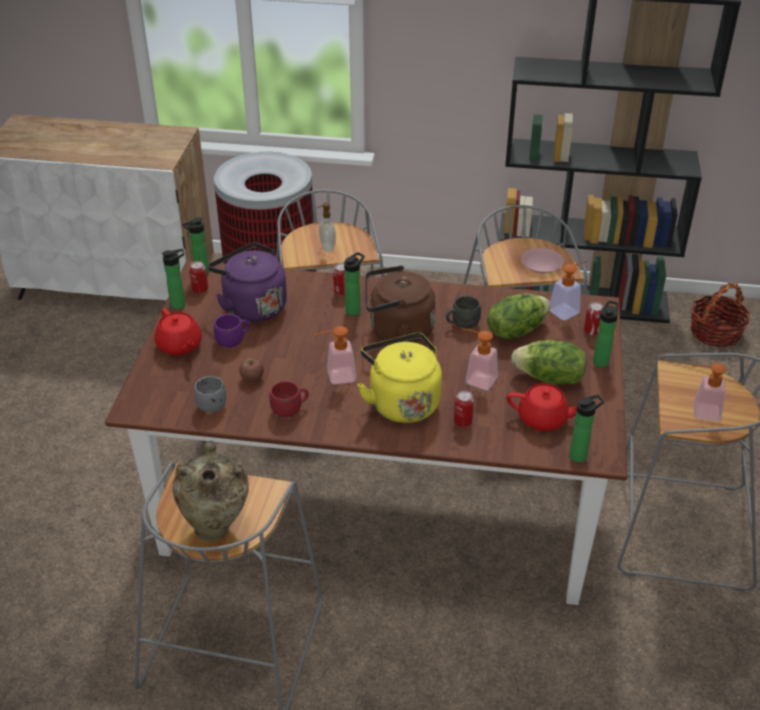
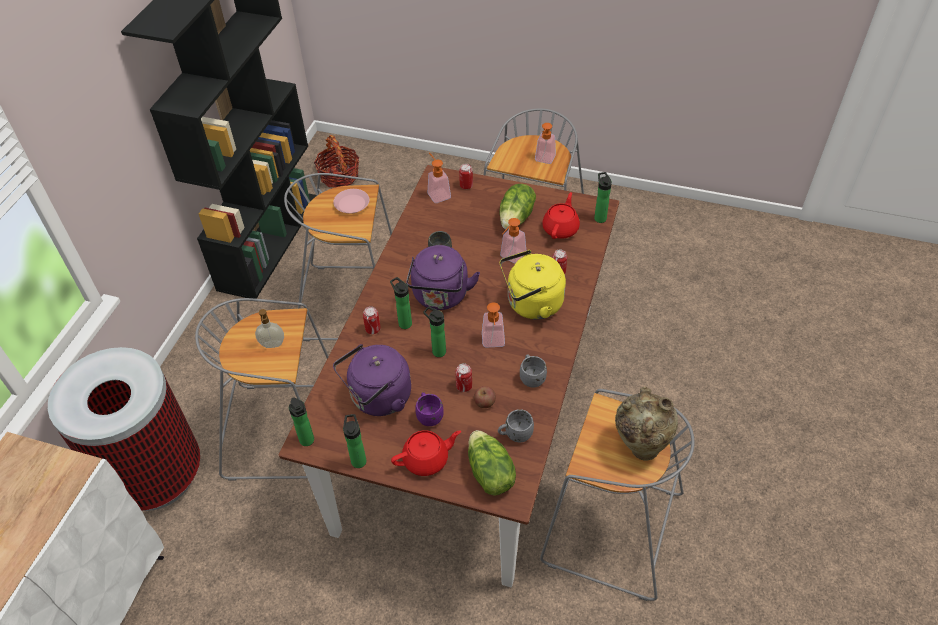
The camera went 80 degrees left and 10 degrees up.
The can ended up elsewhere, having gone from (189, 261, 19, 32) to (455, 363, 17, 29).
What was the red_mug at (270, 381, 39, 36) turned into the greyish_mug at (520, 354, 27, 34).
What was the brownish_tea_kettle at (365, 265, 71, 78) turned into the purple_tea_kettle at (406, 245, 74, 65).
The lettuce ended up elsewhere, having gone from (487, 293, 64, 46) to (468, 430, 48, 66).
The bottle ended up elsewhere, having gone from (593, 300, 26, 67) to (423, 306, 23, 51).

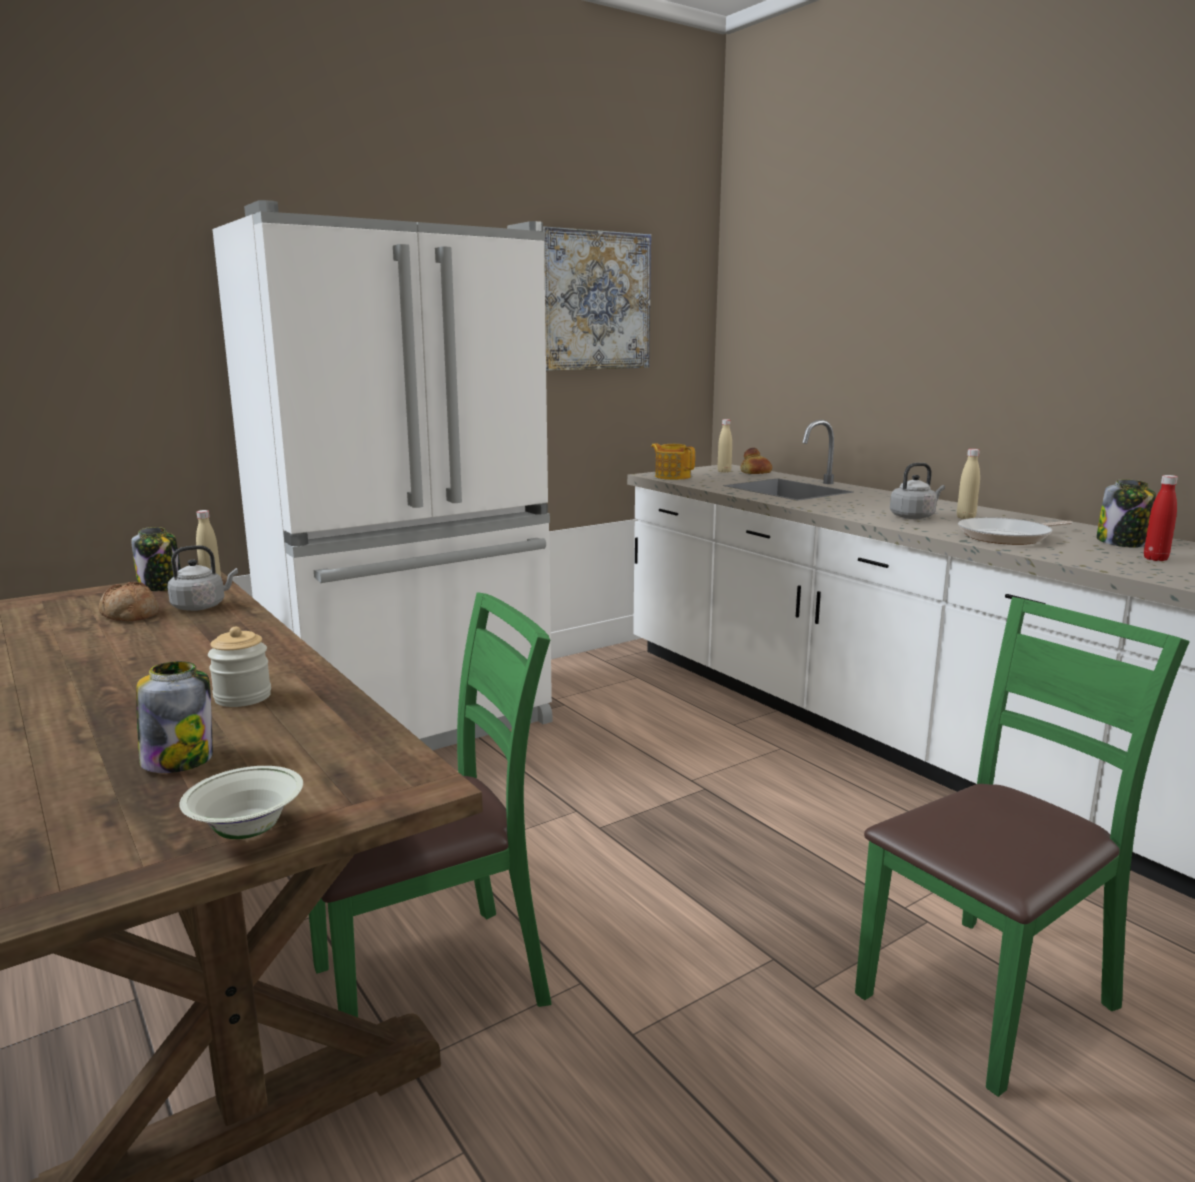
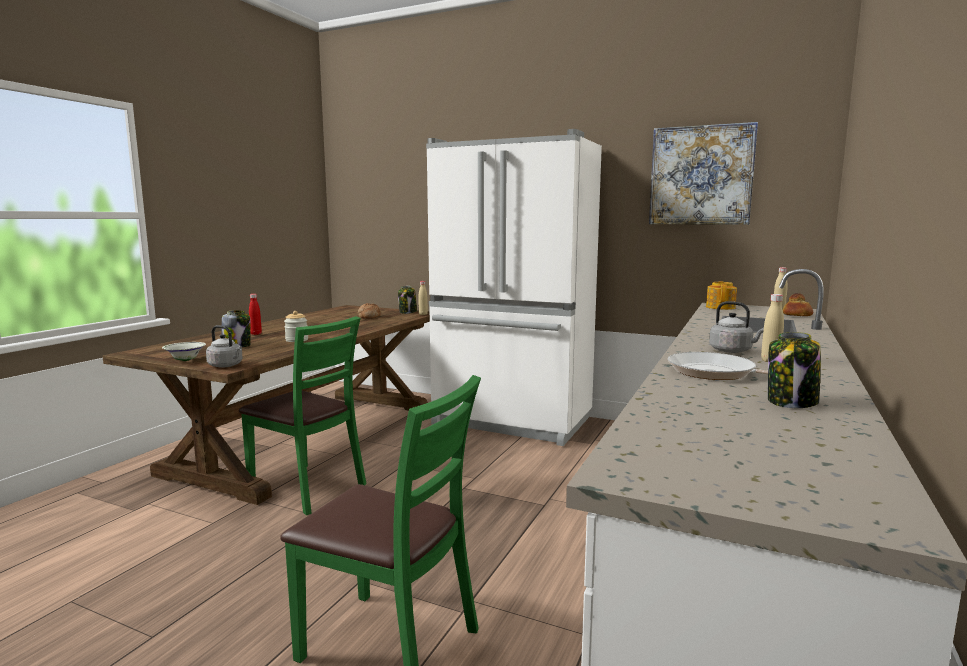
The camera went 60 degrees right and 5 degrees down.
The greyish_tea_kettle ended up elsewhere, having gone from (167, 545, 71, 66) to (206, 325, 37, 43).
The red_bottle ended up elsewhere, having gone from (1144, 475, 34, 86) to (249, 294, 13, 41).

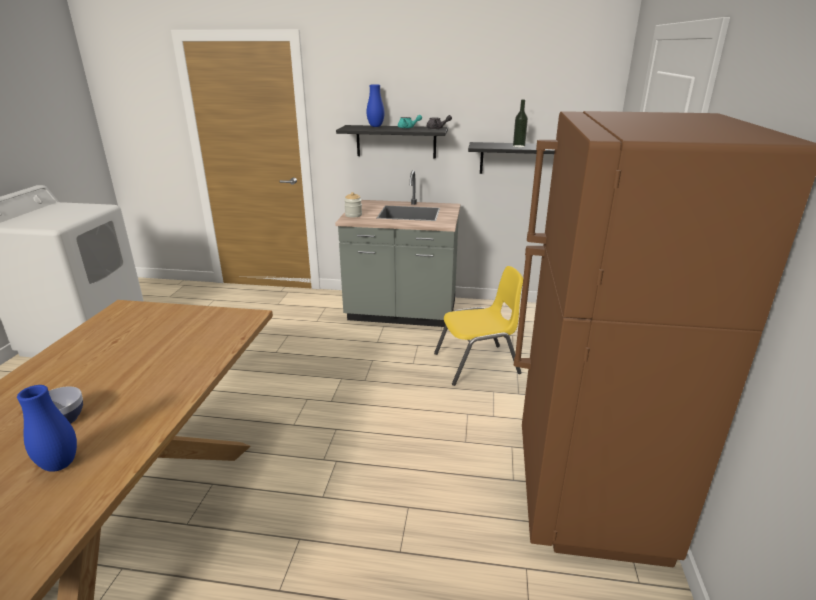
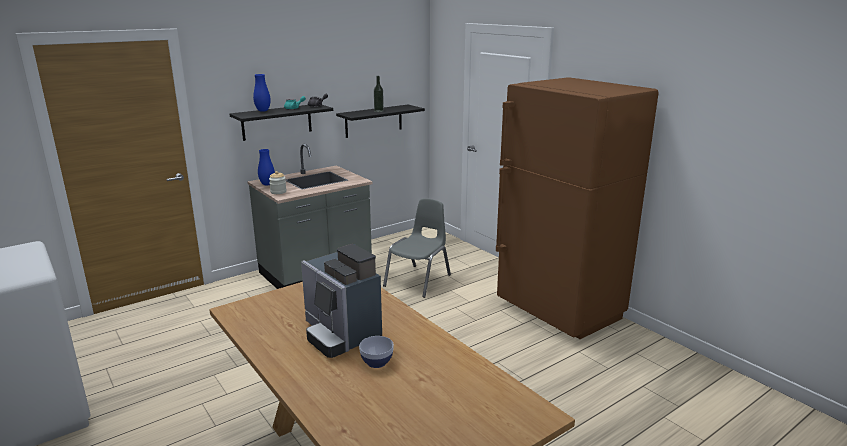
The camera went 45 degrees left and 5 degrees down.
The bluish_decorative_vase ended up elsewhere, having gone from (17, 385, 60, 87) to (258, 149, 17, 37).
What was the yellow_plain_chair at (434, 266, 89, 120) turned into the greyish_plain_chair at (383, 198, 68, 100).
The second view gained the coffee_maker at (301, 244, 81, 114).

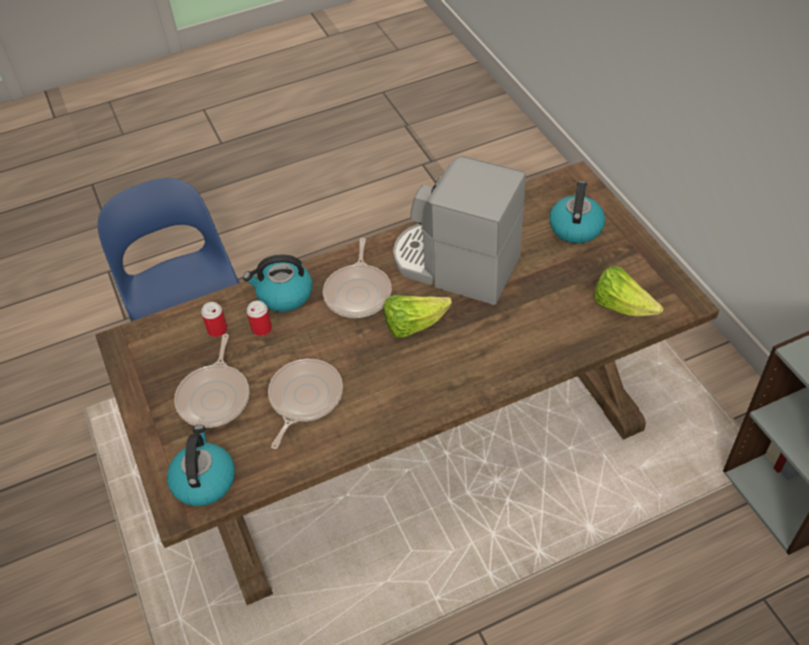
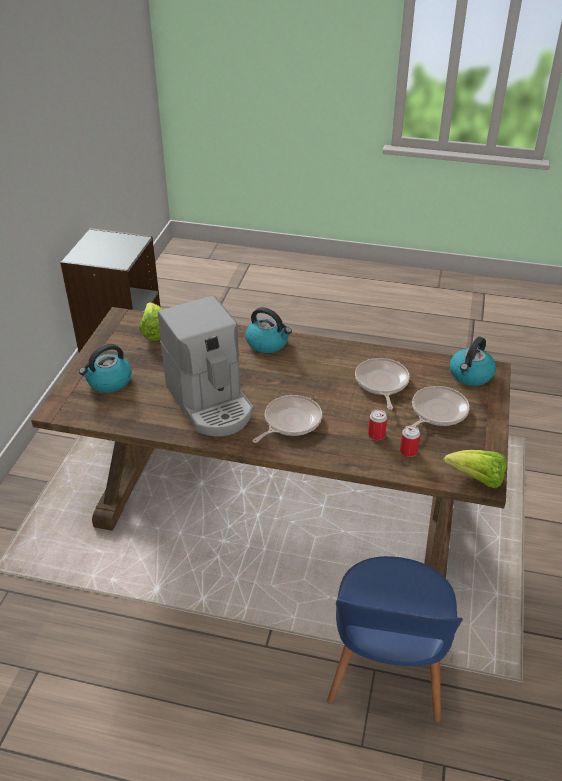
The camera went 145 degrees left and 10 degrees down.
The tea_kettle ended up elsewhere, having gone from (243, 254, 70, 58) to (246, 307, 46, 46).
The pan at (268, 359, 75, 90) ended up facing another way, 120 degrees clockwise from before.
The lettuce ended up elsewhere, having gone from (384, 295, 68, 43) to (444, 450, 63, 38).

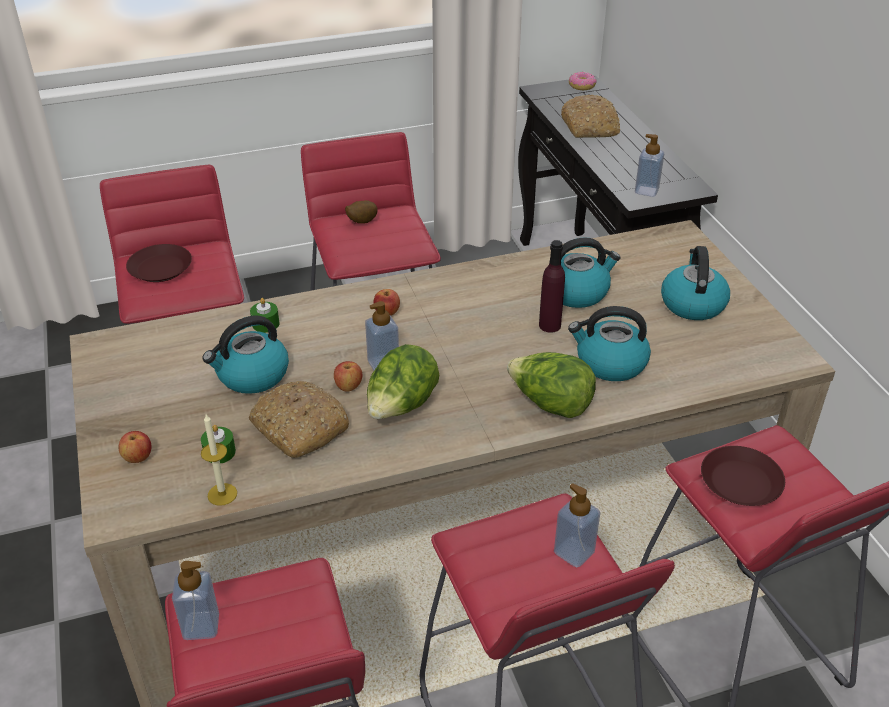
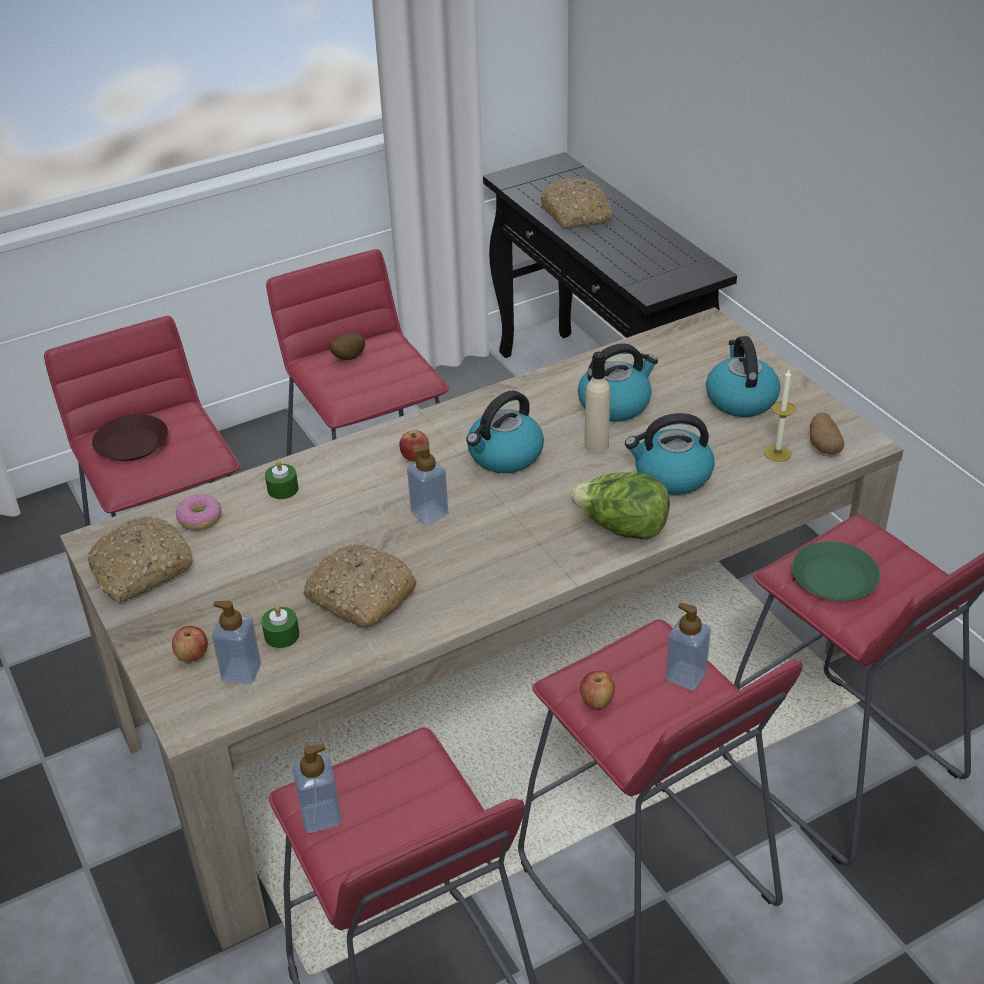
The camera went 10 degrees left and 0 degrees up.
The wax_candle ended up elsewhere, having gone from (201, 414, 36, 92) to (764, 370, 32, 92).
The tea_kettle ended up elsewhere, having gone from (203, 315, 86, 79) to (466, 391, 78, 82).
The apple ended up elsewhere, having gone from (334, 361, 29, 31) to (580, 671, 35, 38).
The second view lost the lettuce at (367, 344, 72, 75).
What was the purple_bottle at (539, 240, 26, 93) turned into the beige-coloured_bottle at (585, 352, 25, 101).
The ring_doughnut ended up elsewhere, having gone from (569, 72, 28, 18) to (176, 494, 46, 36).
The soap_dispenser ended up elsewhere, having gone from (635, 134, 29, 63) to (212, 600, 49, 84).
What was the brownish_plate at (701, 446, 84, 60) turned into the green_plate at (792, 541, 88, 59).
The second view gained the baked_bread at (87, 516, 106, 86).
The second view gained the whole_potato at (810, 413, 34, 41).

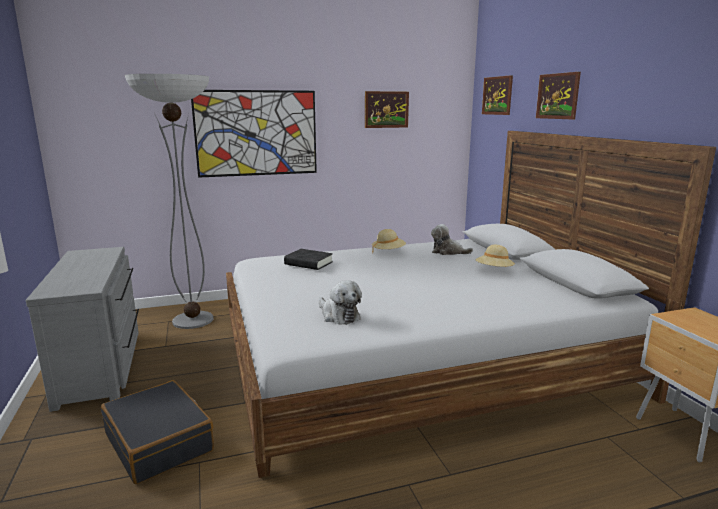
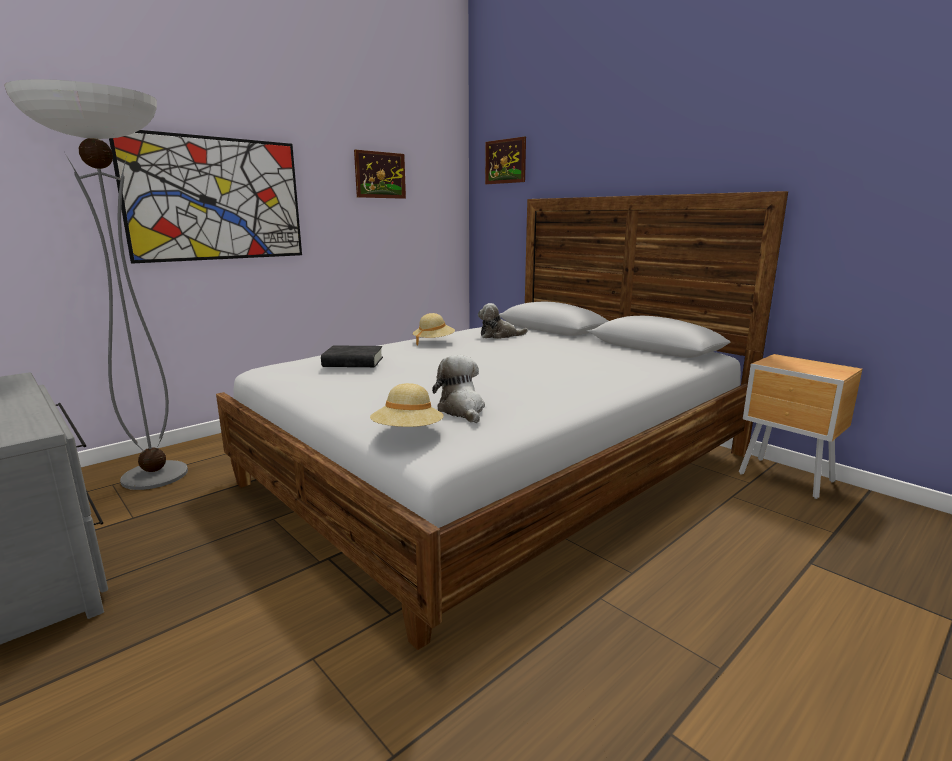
The camera went 25 degrees left and 0 degrees up.
The second view lost the blackish_travel_case at (101, 380, 113, 104).
The cuddly_toy at (319, 280, 43, 45) ended up facing another way, 135 degrees counterclockwise from before.
The beige-coloured_wearable_hat ended up elsewhere, having gone from (475, 245, 40, 22) to (370, 383, 74, 44).
The second view lost the picture at (536, 72, 45, 48).

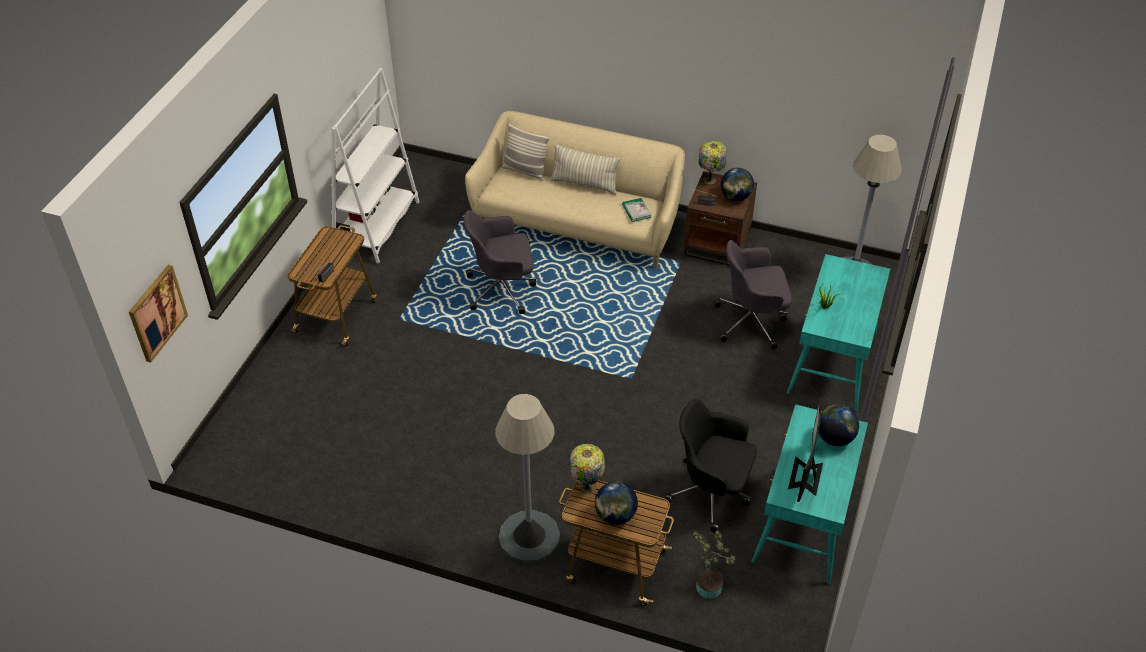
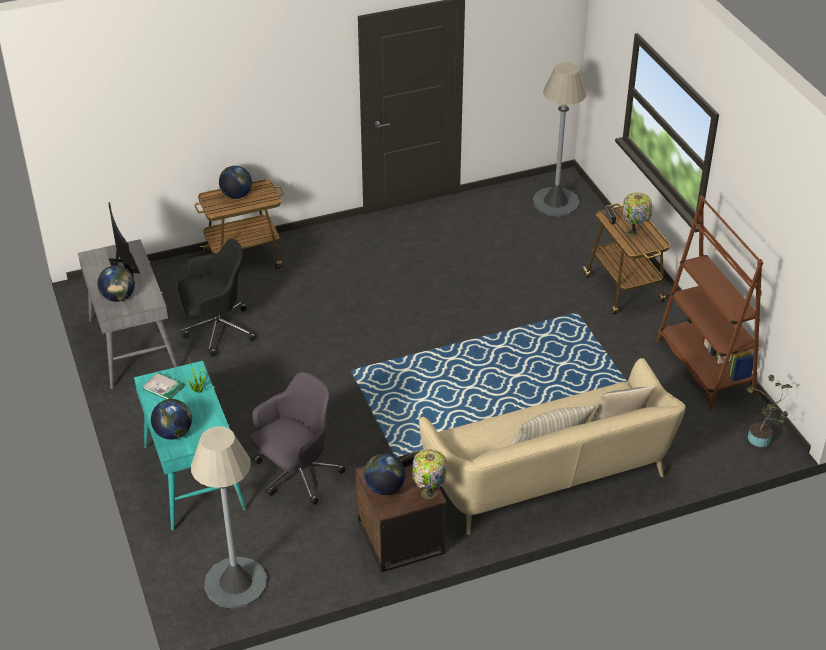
The camera went 140 degrees right and 5 degrees down.
The second view lost the picture at (129, 265, 59, 98).
What was the white-coloured_shelving_unit at (331, 68, 89, 195) turned into the brownish_shelving_unit at (656, 195, 107, 214).
The second view lost the greyish_desk_chair at (464, 210, 72, 104).
The greyish_standing_lamp ended up elsewhere, having gone from (496, 394, 64, 169) to (533, 62, 54, 154).
The lamp_for_a_table ended up elsewhere, having gone from (570, 444, 35, 51) to (622, 193, 30, 44).
The book ended up elsewhere, having gone from (622, 198, 29, 24) to (143, 372, 41, 27).
The plant_in_a_pot ended up elsewhere, having gone from (693, 530, 43, 69) to (747, 375, 46, 72).
What was the turquoise-coloured_desk_unit at (752, 404, 116, 181) turned into the greyish_desk_unit at (78, 239, 100, 150).
The second view gained the world_globe at (151, 399, 41, 41).

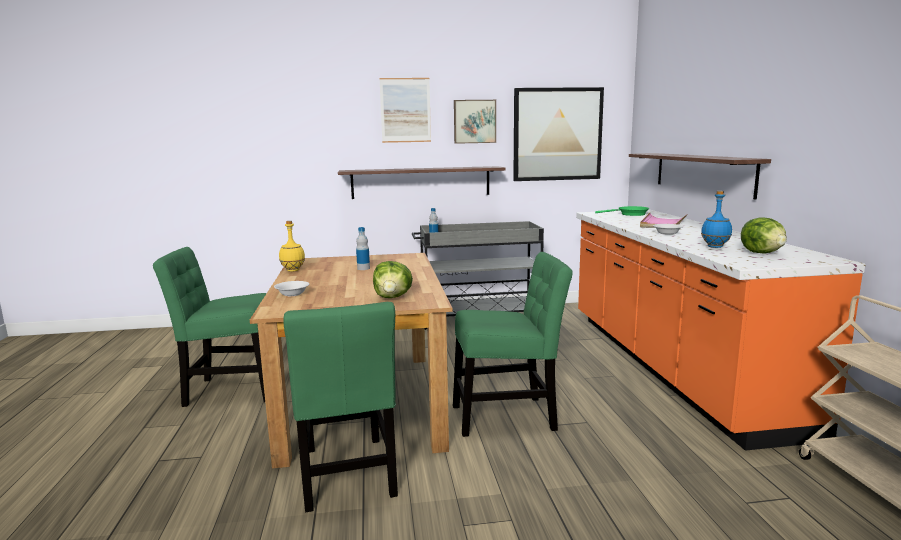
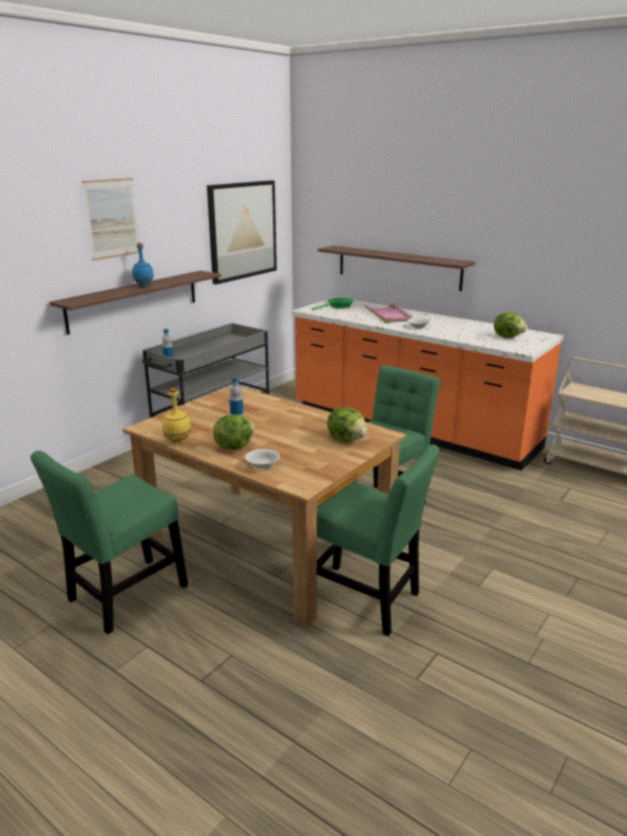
The camera went 45 degrees left and 10 degrees up.
The second view lost the picture at (454, 100, 42, 44).
The bluish_bottle ended up elsewhere, having gone from (701, 191, 31, 57) to (132, 243, 22, 43).
The second view gained the lettuce at (213, 414, 42, 36).

